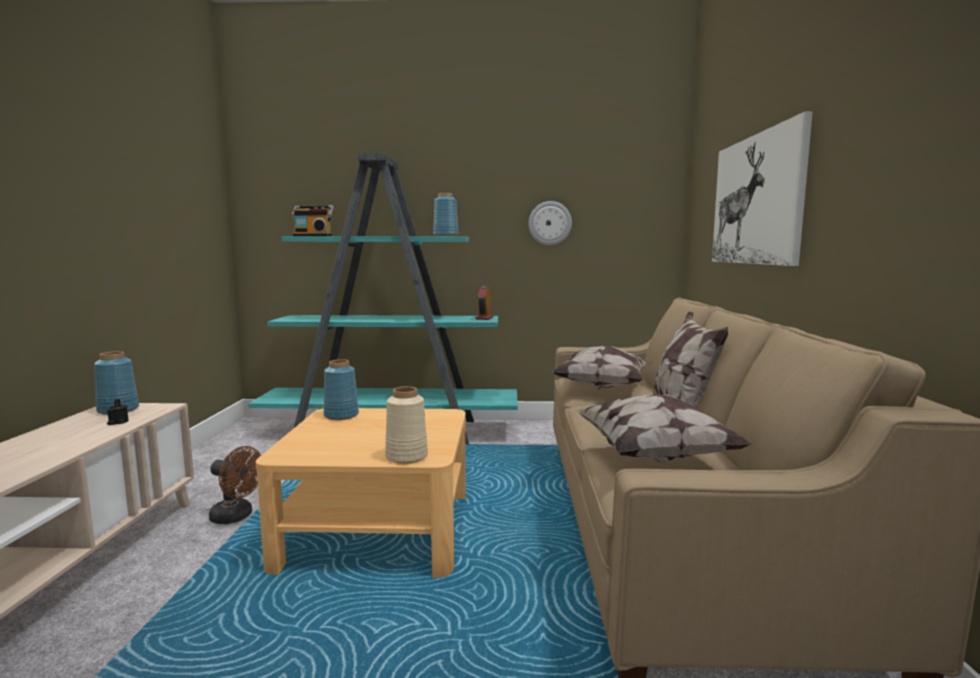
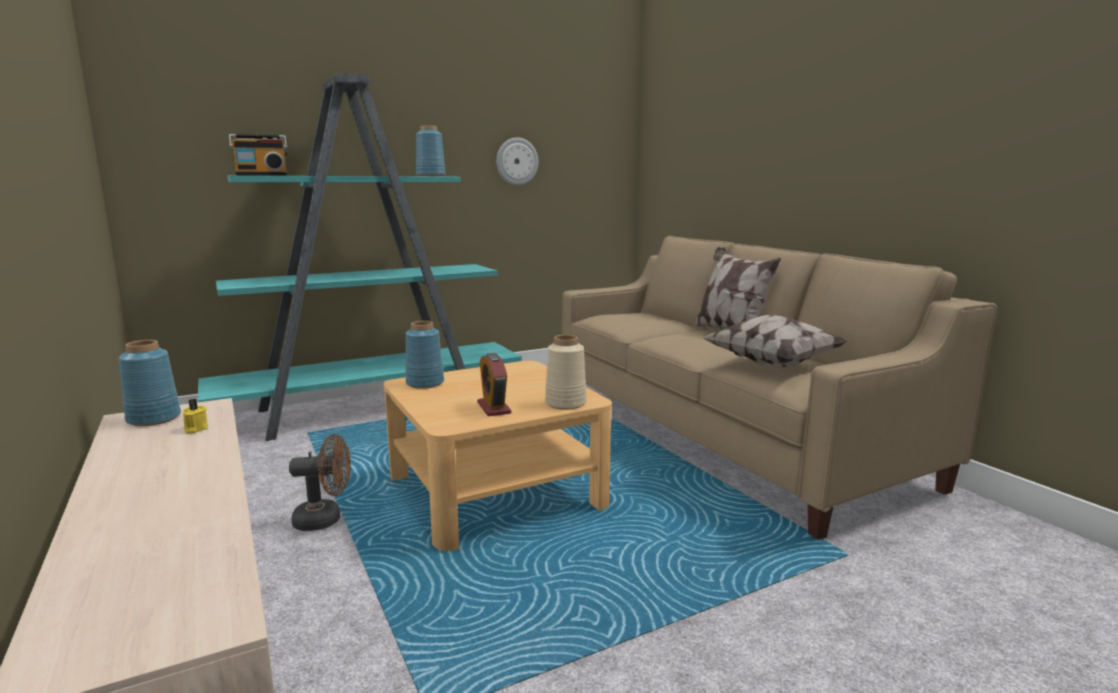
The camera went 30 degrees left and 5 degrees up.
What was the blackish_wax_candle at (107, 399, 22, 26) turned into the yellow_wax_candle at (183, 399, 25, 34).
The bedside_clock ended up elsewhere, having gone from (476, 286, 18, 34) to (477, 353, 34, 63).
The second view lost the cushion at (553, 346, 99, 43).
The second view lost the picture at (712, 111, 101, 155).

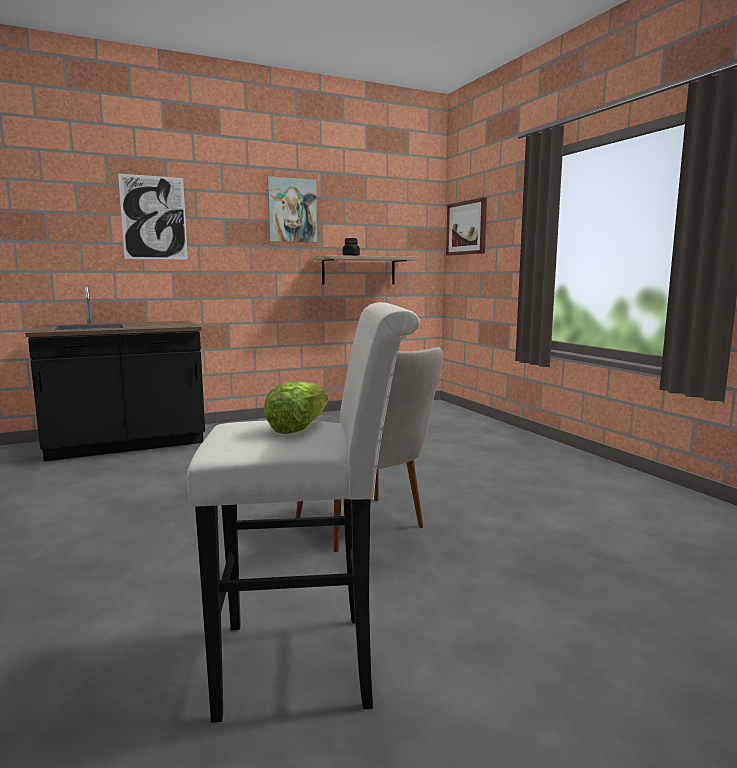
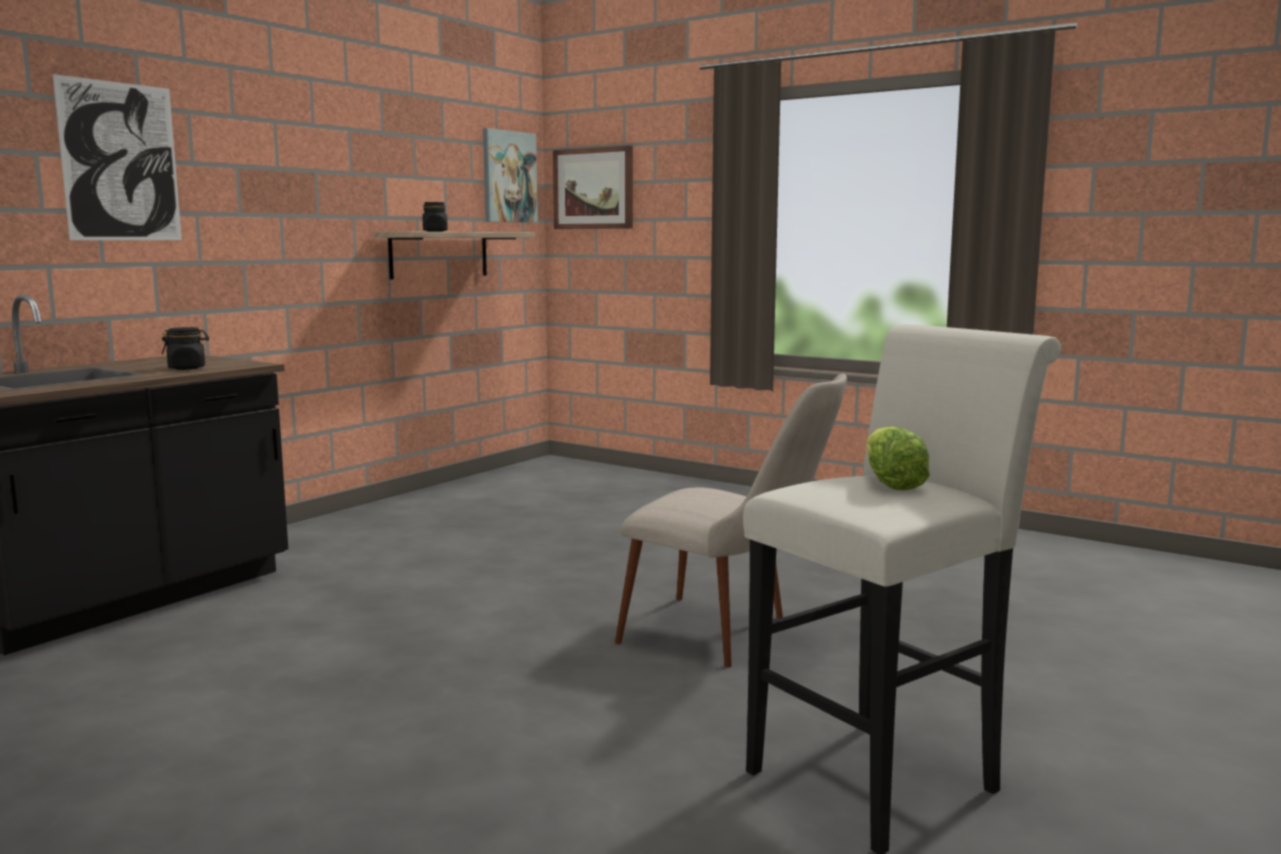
The camera went 30 degrees left and 0 degrees up.
The picture ended up elsewhere, having gone from (267, 176, 50, 67) to (483, 128, 55, 95).
The second view gained the blackish_storage_jar at (162, 327, 47, 43).

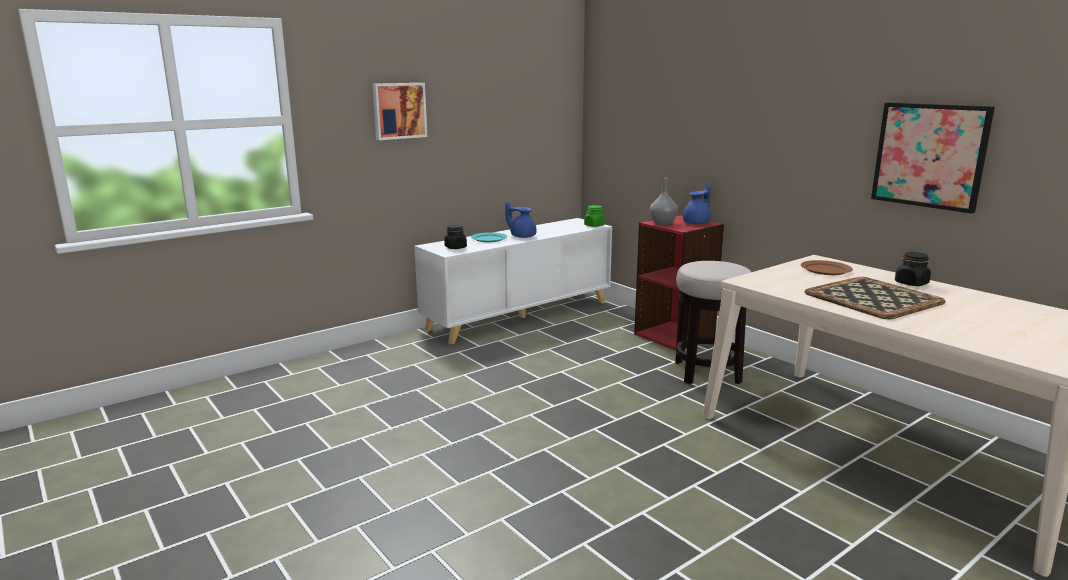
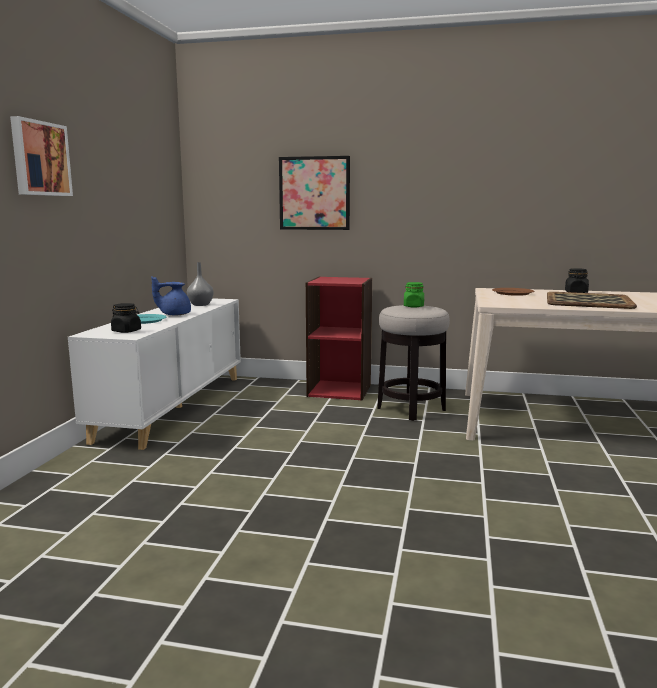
The camera went 40 degrees left and 5 degrees down.
The green_storage_jar ended up elsewhere, having gone from (584, 205, 21, 22) to (404, 282, 20, 26).
The greyish_decorative_vase ended up elsewhere, having gone from (650, 178, 28, 47) to (187, 262, 27, 44).
The second view lost the bluish_teapot at (683, 183, 28, 41).
The picture ended up elsewhere, having gone from (871, 103, 124, 111) to (279, 156, 71, 74).

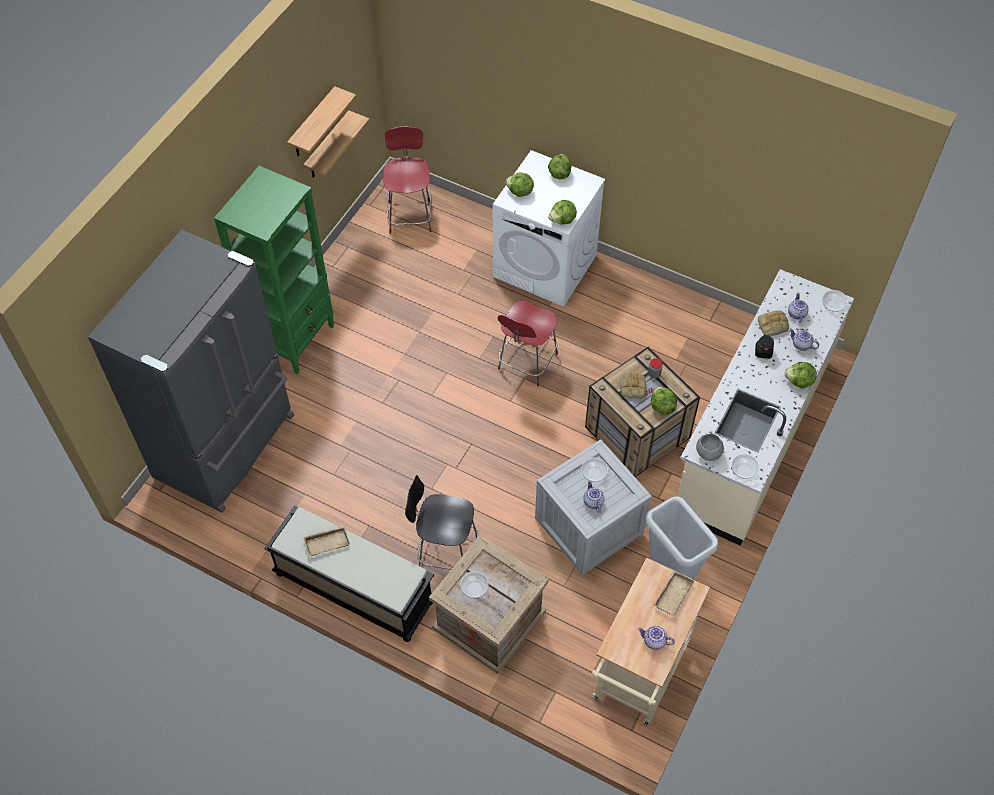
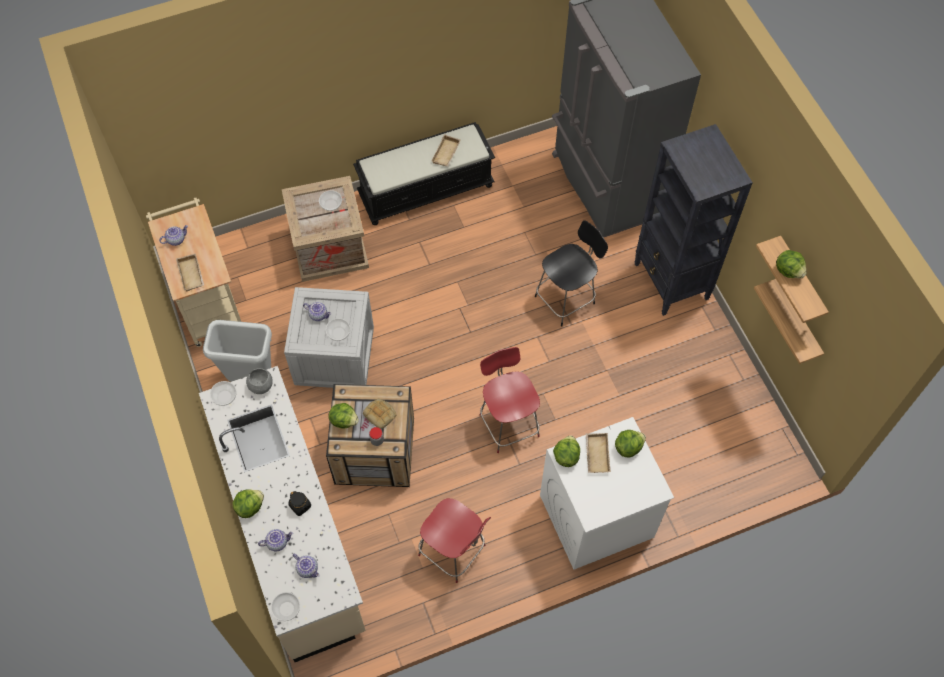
The camera went 130 degrees right and 5 degrees up.
What was the green_shelving_unit at (214, 166, 120, 209) turned into the blackish_shelving_unit at (634, 124, 119, 192).
The red_plain_chair ended up elsewhere, having gone from (383, 126, 49, 108) to (418, 498, 73, 85).
The blackish_plain_chair ended up elsewhere, having gone from (405, 475, 74, 95) to (535, 220, 73, 106).
The lettuce ended up elsewhere, having gone from (548, 154, 23, 25) to (776, 250, 30, 28).
The second view lost the baked_bread at (758, 311, 31, 25).
The second view gained the beige-coloured_carrying_tray at (586, 433, 25, 40).

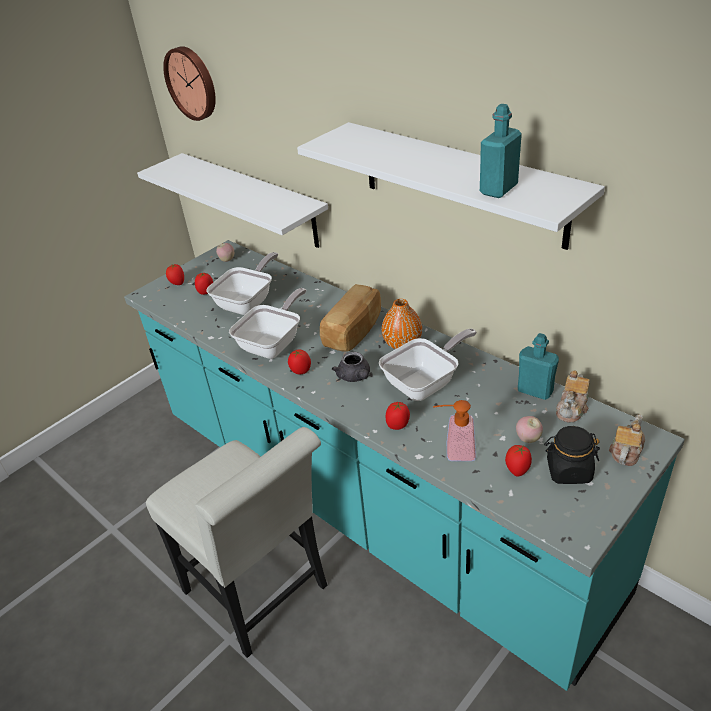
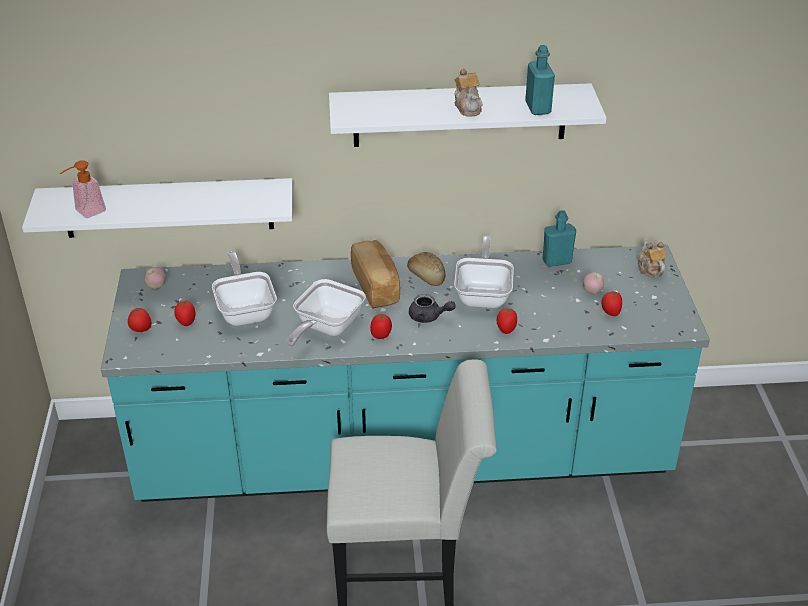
The camera went 50 degrees left and 0 degrees up.
The second view lost the clock_on_the_wall at (163, 46, 53, 75).
The pan at (229, 288, 77, 71) ended up facing another way, 135 degrees counterclockwise from before.
Where the orange-coloured_decorative_vase stood at (382, 299, 40, 50), the baked_bread came to stand at (407, 252, 38, 34).
The soap_dispenser ended up elsewhere, having gone from (433, 400, 43, 61) to (60, 160, 46, 58).
The second view lost the blackish_storage_jar at (544, 426, 56, 58).
The teapot ended up elsewhere, having gone from (556, 371, 34, 51) to (454, 68, 29, 49).

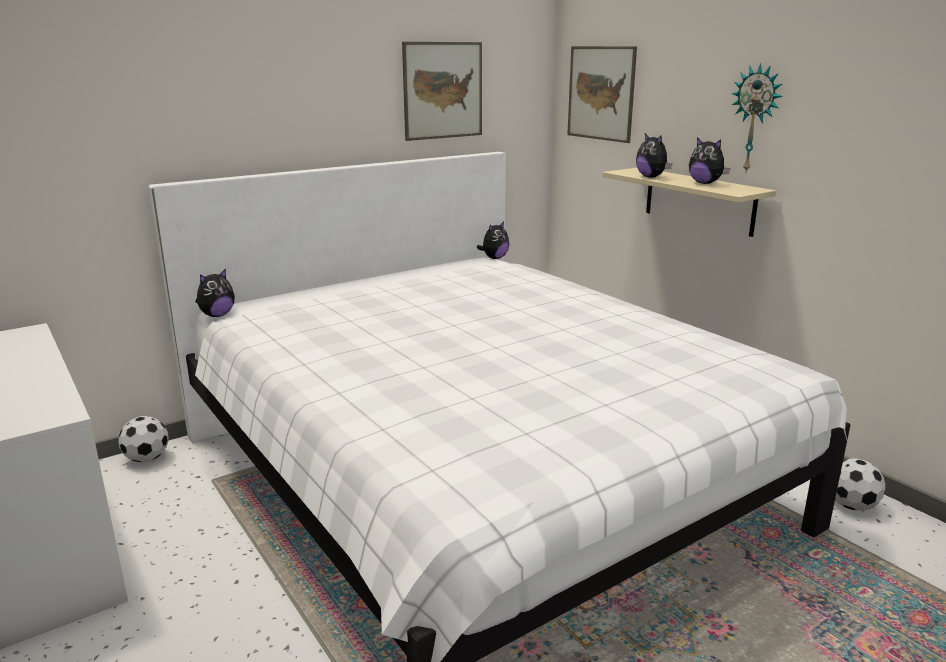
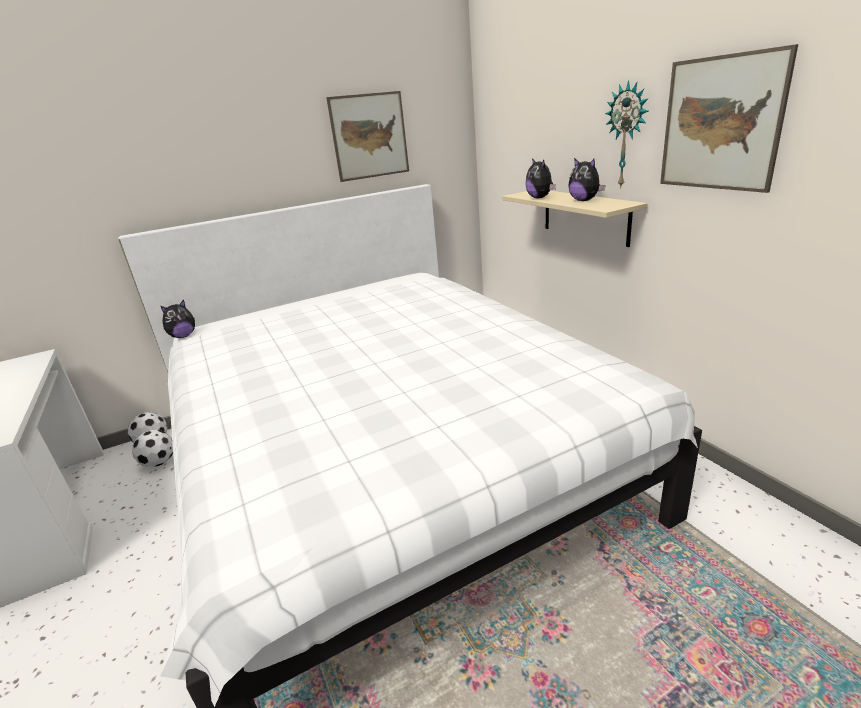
The camera went 10 degrees right and 5 degrees up.
The second view lost the cuddly_toy at (477, 221, 32, 38).
The picture ended up elsewhere, having gone from (567, 46, 70, 97) to (660, 44, 138, 149).
The football_ball ended up elsewhere, having gone from (835, 458, 51, 52) to (132, 430, 41, 37).

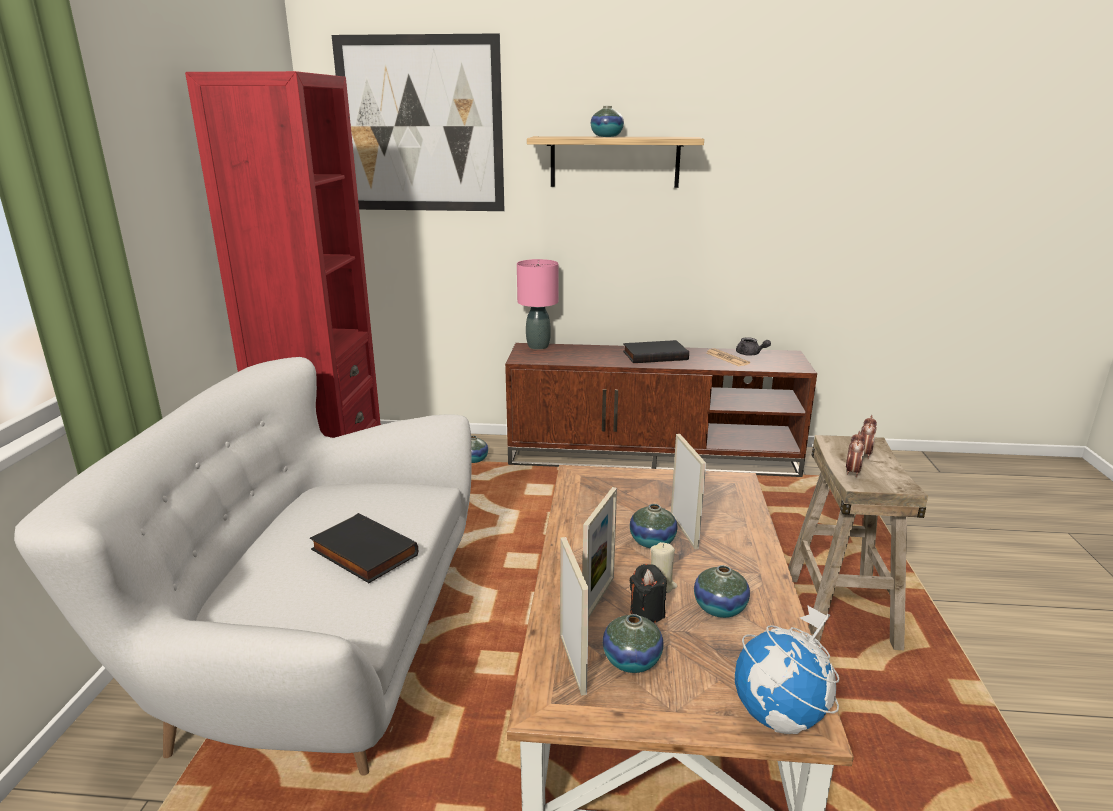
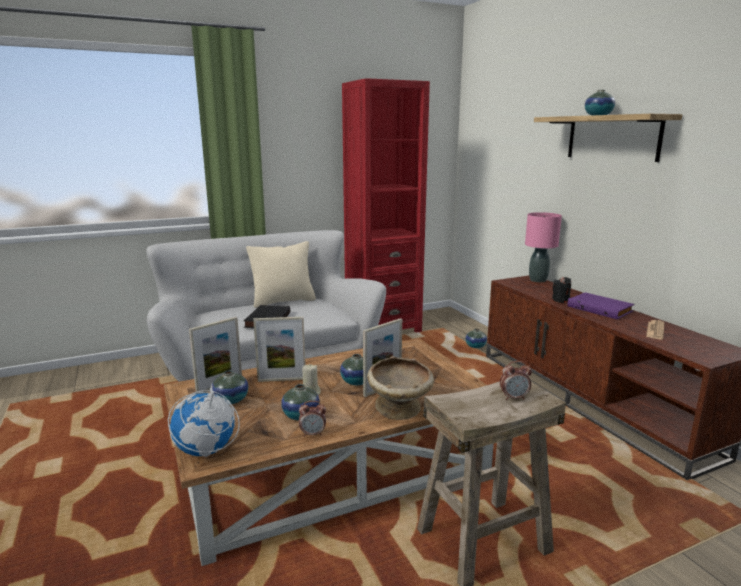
The camera went 60 degrees right and 5 degrees down.
The second view lost the picture at (331, 33, 174, 178).
What was the blackish_book at (623, 340, 66, 23) turned into the purple_book at (567, 292, 67, 28).
The blackish_wax_candle ended up elsewhere, having gone from (630, 564, 37, 59) to (552, 277, 19, 26).
The second view lost the greyish_teapot at (736, 337, 35, 19).
The bedside_clock ended up elsewhere, having gone from (846, 431, 19, 46) to (299, 401, 27, 36).
The second view gained the beige-coloured_cushion at (246, 241, 70, 67).
The second view gained the beige-coloured_serving_bowl at (367, 356, 67, 64).

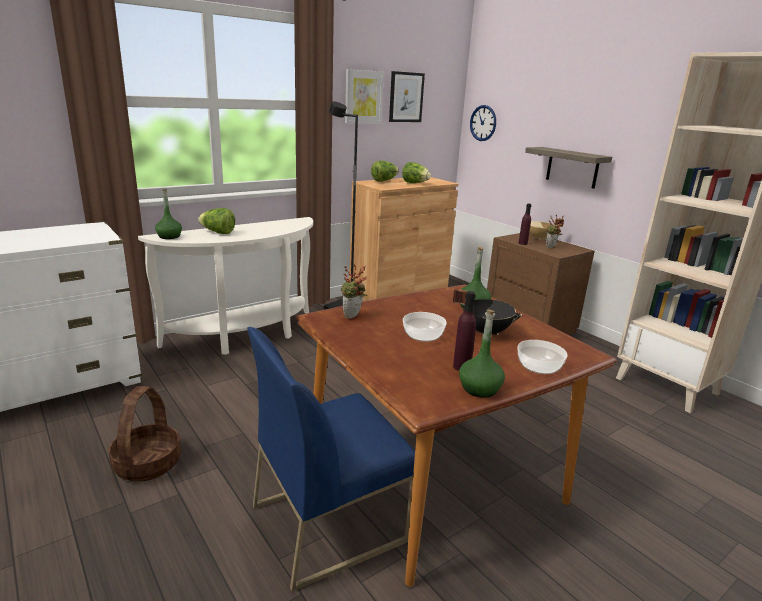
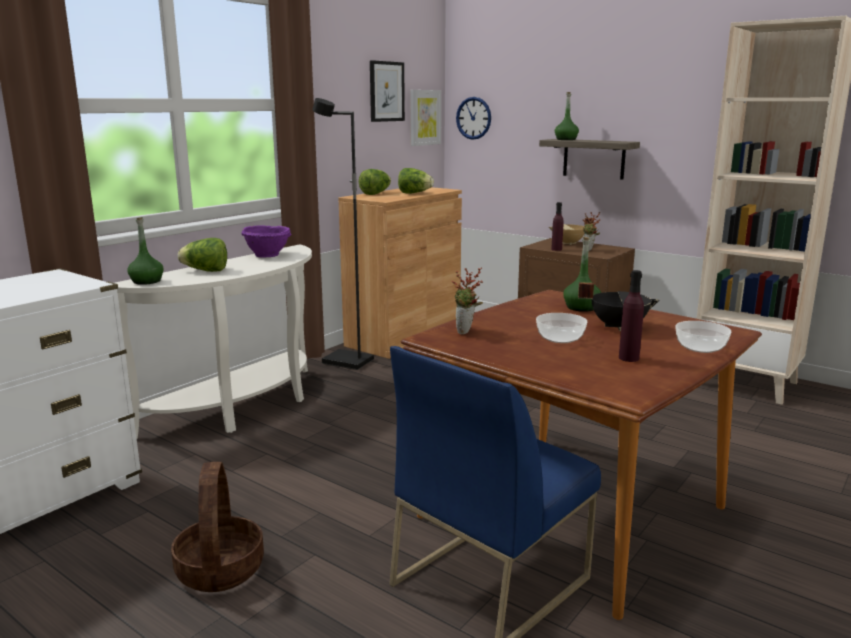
The camera went 15 degrees left and 5 degrees down.
The picture ended up elsewhere, having gone from (345, 69, 39, 54) to (410, 90, 31, 56).
The green_bottle ended up elsewhere, having gone from (459, 309, 46, 89) to (555, 92, 24, 48).
The second view gained the purple_serving_bowl at (241, 225, 51, 33).

